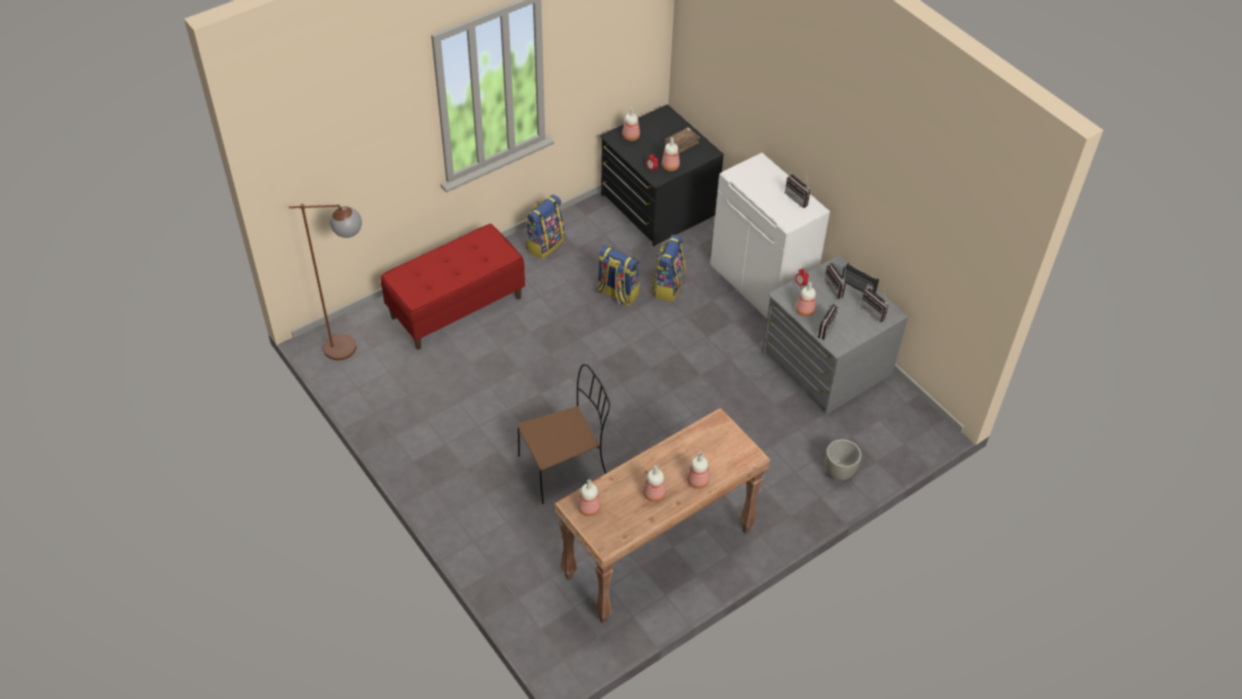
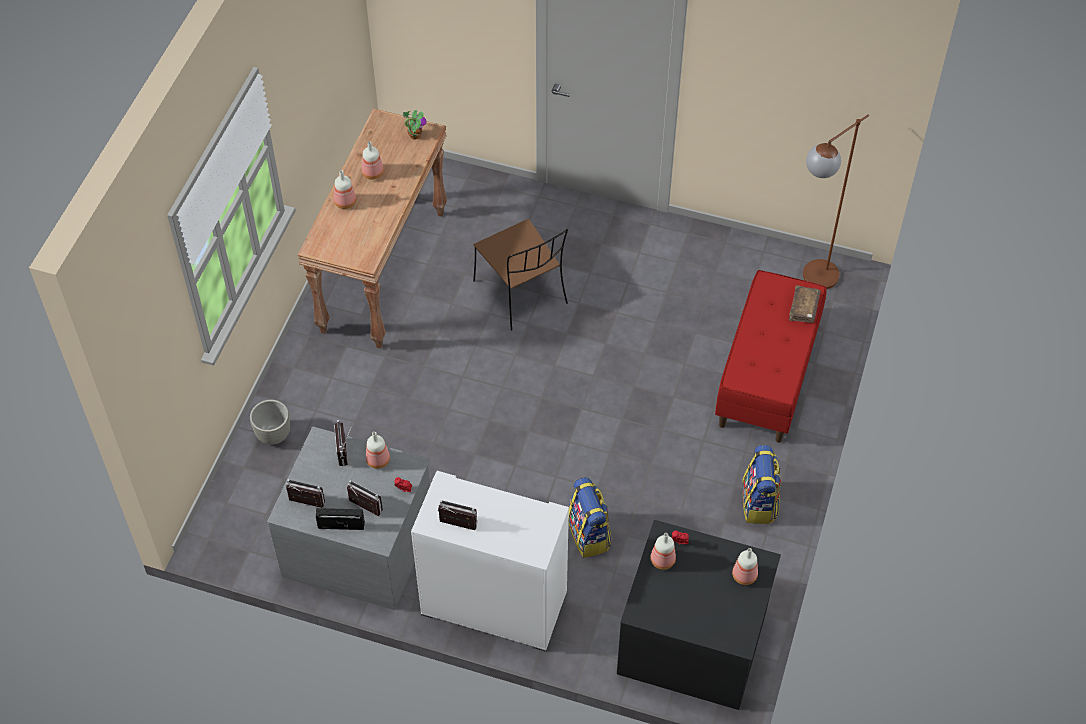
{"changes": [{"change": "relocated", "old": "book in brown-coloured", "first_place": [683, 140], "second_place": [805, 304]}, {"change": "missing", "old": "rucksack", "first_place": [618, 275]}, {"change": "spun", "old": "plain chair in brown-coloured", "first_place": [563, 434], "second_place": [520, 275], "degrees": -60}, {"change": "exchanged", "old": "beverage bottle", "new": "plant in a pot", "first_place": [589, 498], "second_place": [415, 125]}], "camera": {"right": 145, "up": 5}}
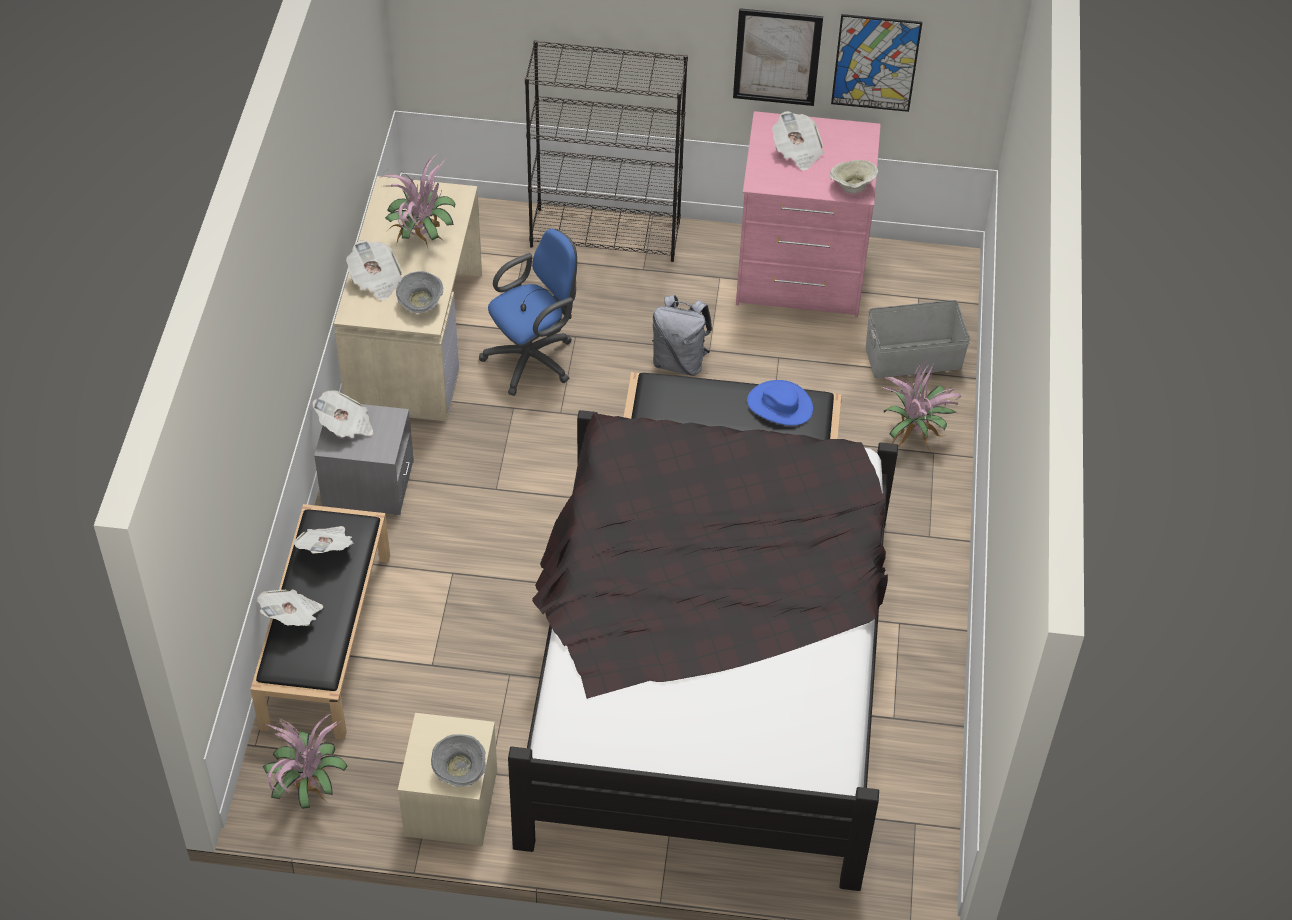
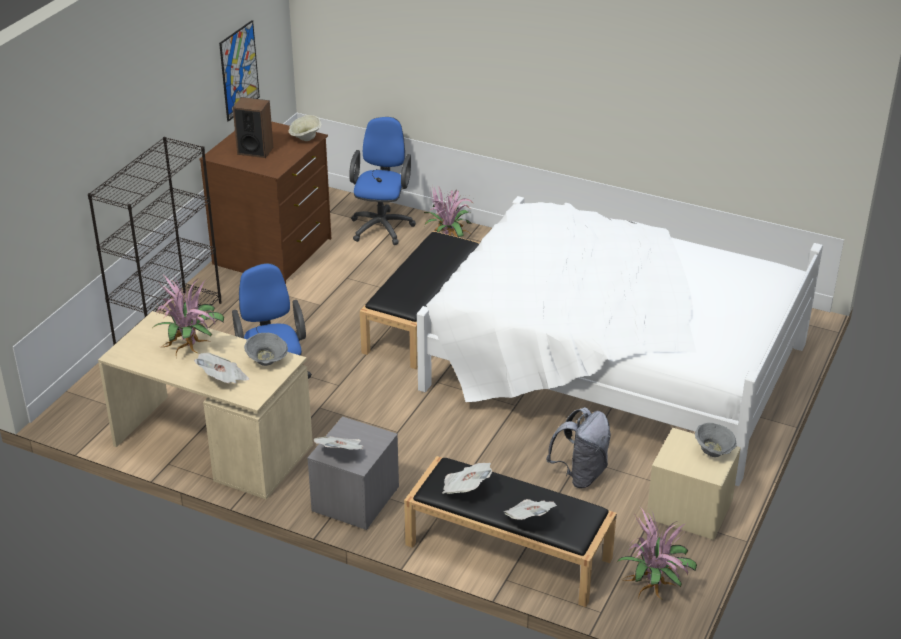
{"changes": [{"change": "missing", "old": "wall picture", "first_place": [778, 57]}, {"change": "colour", "old": "drawer chest in pink-coloured", "new": "drawer chest in brown-coloured", "first_place": [808, 214], "second_place": [265, 202]}, {"change": "exchanged", "old": "newspaper", "new": "audio speaker", "first_place": [798, 141], "second_place": [253, 127]}, {"change": "relocated", "old": "rucksack in gray", "first_place": [682, 335], "second_place": [578, 447]}, {"change": "exchanged", "old": "storage box in gray", "new": "office chair in blue", "first_place": [918, 339], "second_place": [382, 181]}, {"change": "missing", "old": "hat in blue", "first_place": [780, 403]}, {"change": "colour", "old": "bedroom bed in black-coloured", "new": "bedroom bed in whitish", "first_place": [703, 650], "second_place": [620, 341]}], "camera": {"right": -70, "up": -15}}
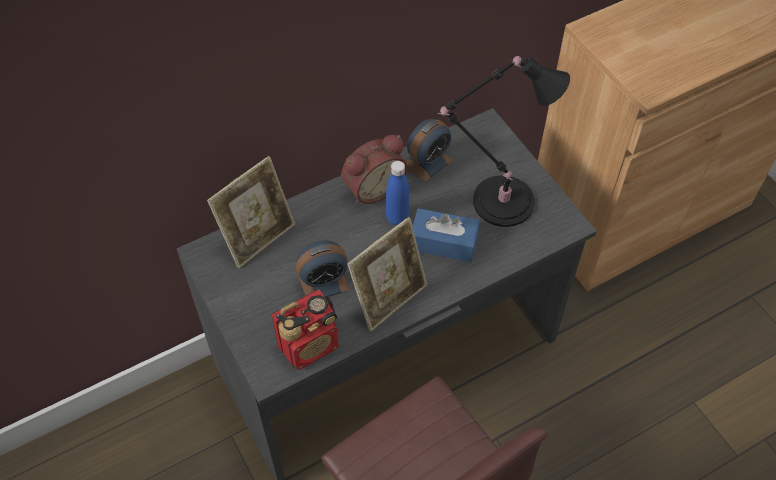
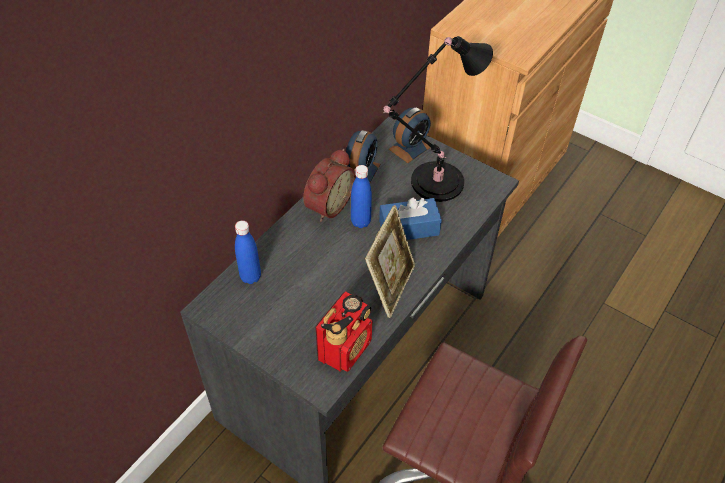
{"changes": [{"change": "exchanged", "old": "standing frame", "new": "beverage bottle in blue", "first_place": [251, 212], "second_place": [248, 252]}, {"change": "relocated", "old": "table clock", "first_place": [322, 269], "second_place": [410, 135]}], "camera": {"right": -25, "up": -5}}
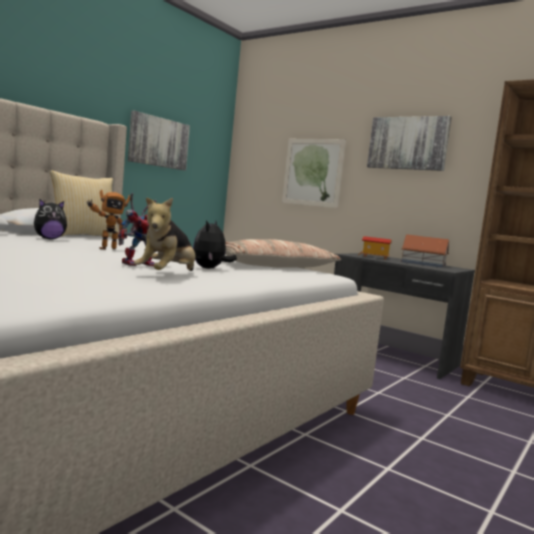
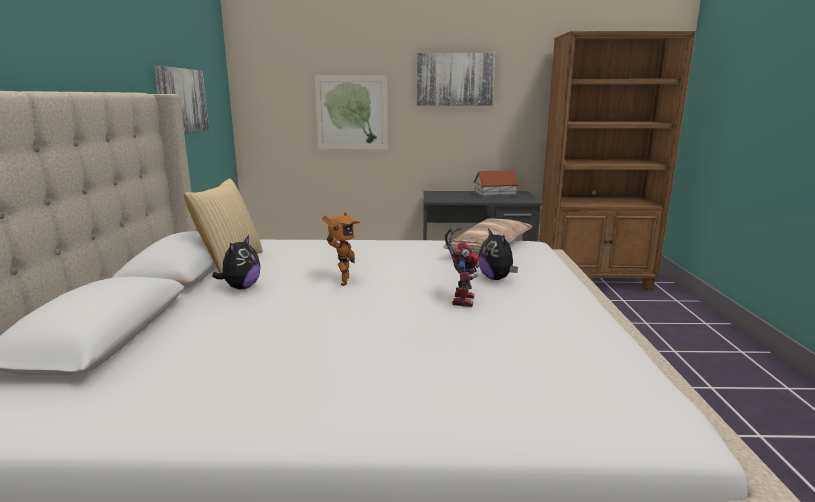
{"changes": [{"change": "missing", "old": "plush toy", "first_place": [165, 234]}, {"change": "missing", "old": "toy house", "first_place": [375, 248]}], "camera": {"right": -35, "up": 10}}
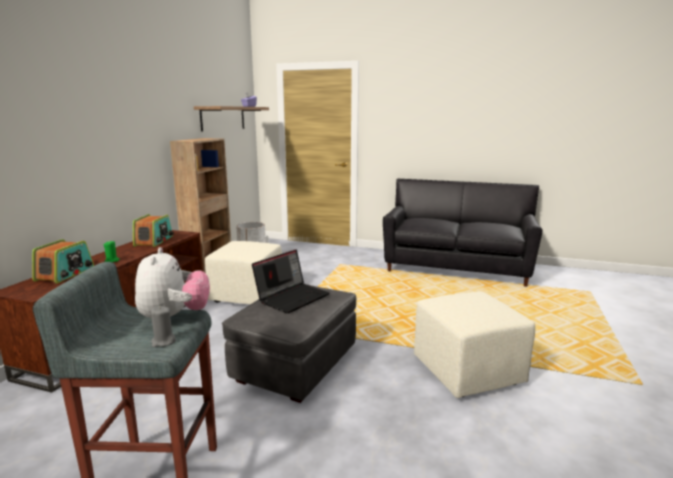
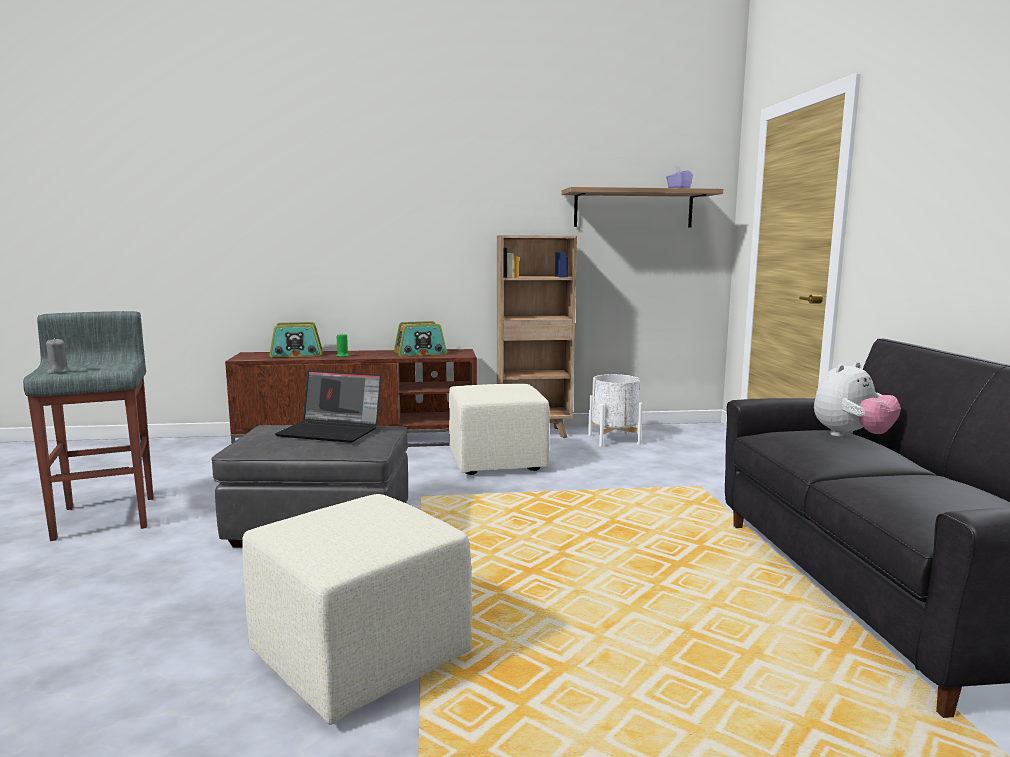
{"changes": [{"change": "relocated", "old": "plush toy", "first_place": [172, 283], "second_place": [857, 399]}], "camera": {"right": 65, "up": -5}}
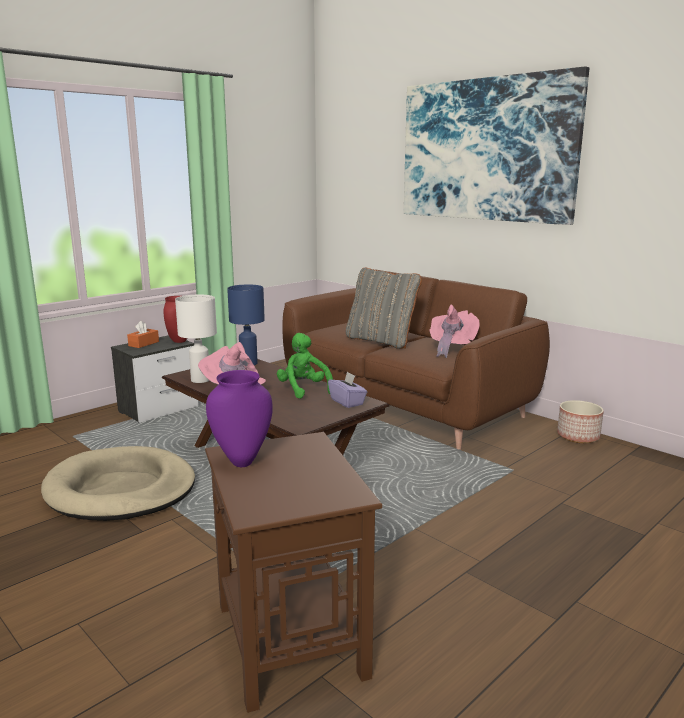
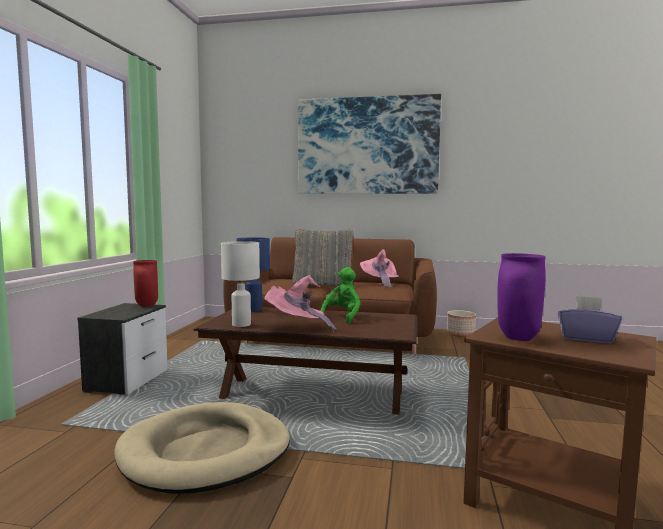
{"changes": [{"change": "missing", "old": "tissue box in orangey", "first_place": [143, 334]}, {"change": "spun", "old": "plush toy in green-coloured", "first_place": [305, 366], "second_place": [340, 295], "degrees": 90}, {"change": "relocated", "old": "tissue box in purplish", "first_place": [347, 389], "second_place": [589, 319]}], "camera": {"right": -35, "up": -10}}
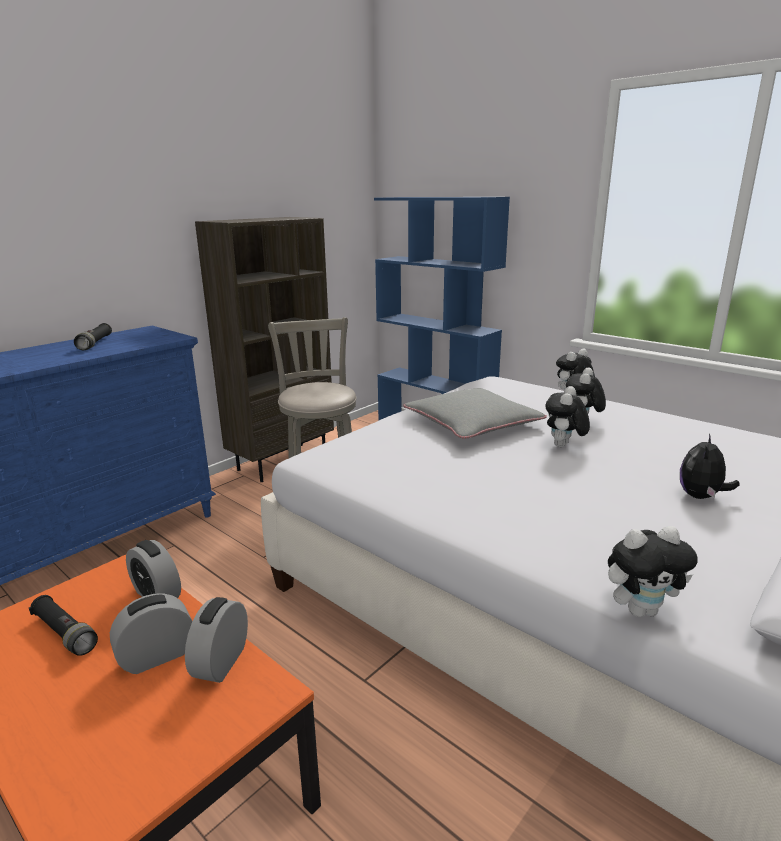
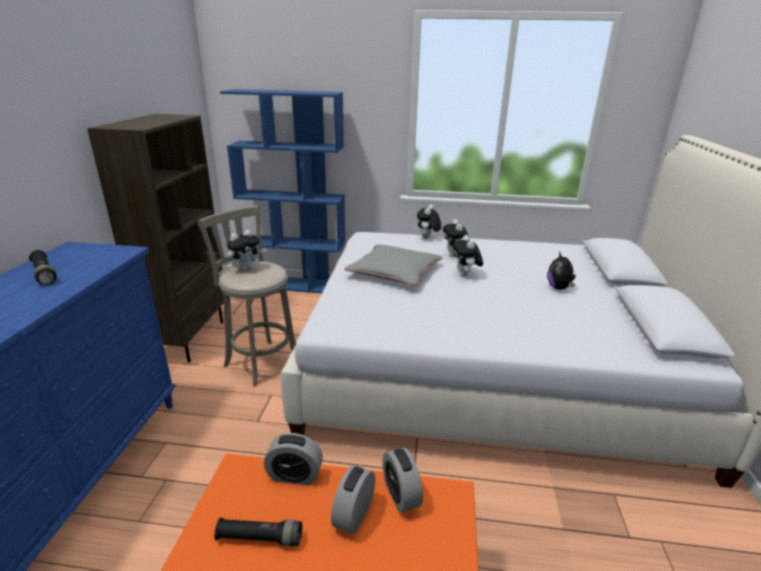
{"changes": [{"change": "relocated", "old": "plush toy", "first_place": [653, 571], "second_place": [244, 250]}], "camera": {"right": -35, "up": 5}}
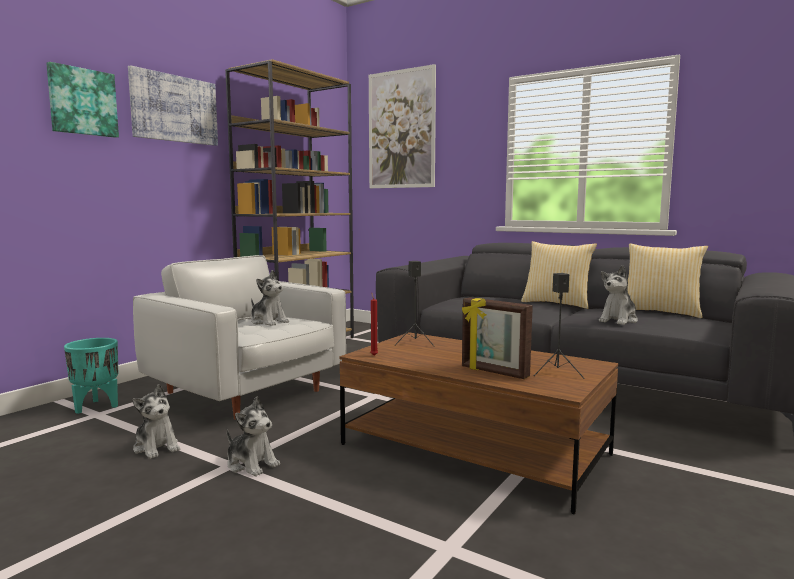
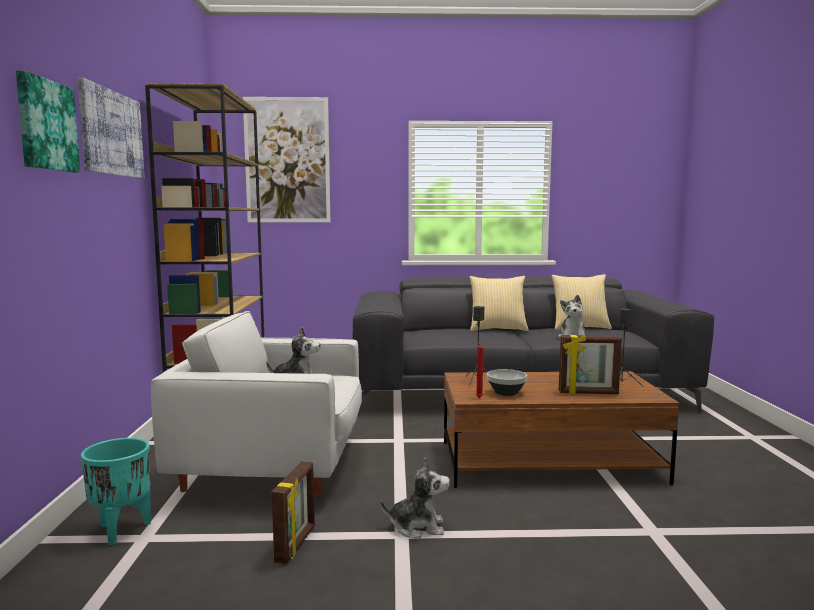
{"changes": [{"change": "exchanged", "old": "plush toy", "new": "standing frame", "first_place": [156, 421], "second_place": [293, 512]}, {"change": "appeared", "new": "bowl", "second_place": [507, 382]}], "camera": {"right": -35, "up": 0}}
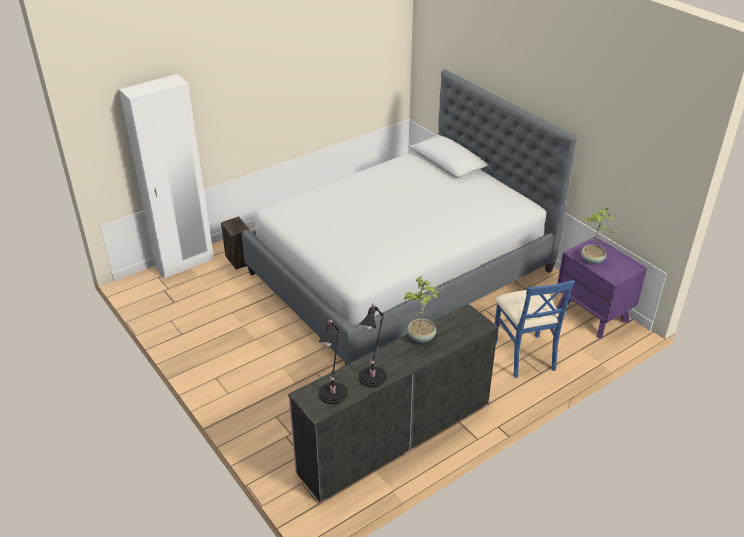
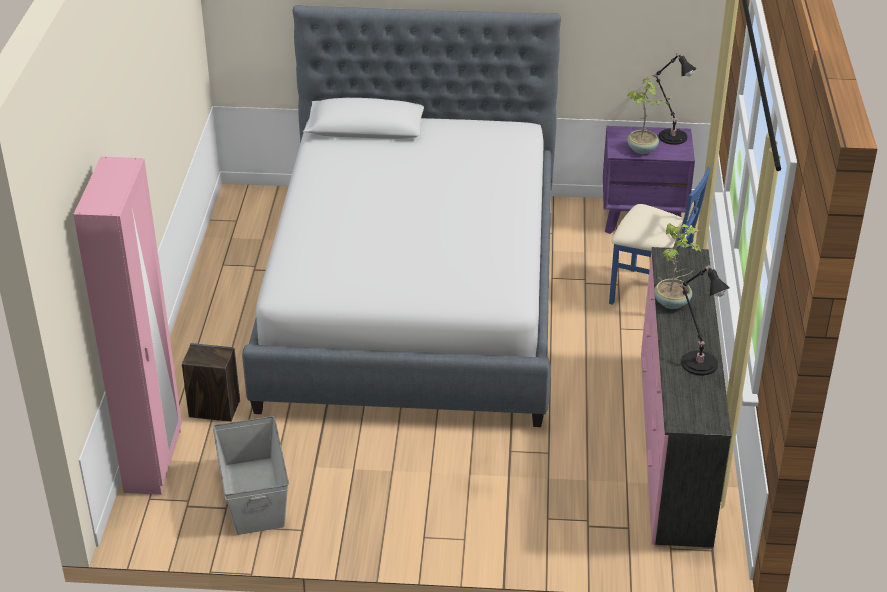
{"changes": [{"change": "colour", "old": "clothes cupboard in whitish", "new": "clothes cupboard in pink-coloured", "first_place": [166, 176], "second_place": [127, 326]}, {"change": "relocated", "old": "lamp for a table in black-coloured", "first_place": [333, 362], "second_place": [675, 99]}, {"change": "appeared", "new": "storage box in gray", "second_place": [251, 475]}], "camera": {"right": -50, "up": 0}}
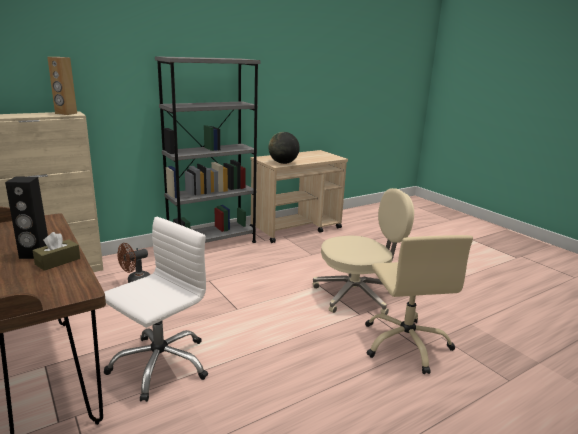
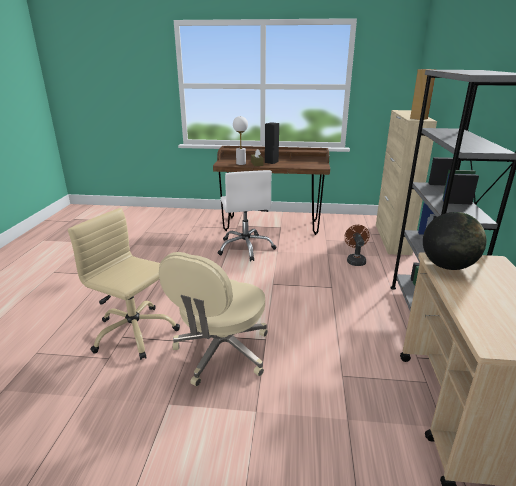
{"changes": [{"change": "appeared", "new": "lamp for a table in whitish", "second_place": [240, 140]}], "camera": {"right": 130, "up": 5}}
